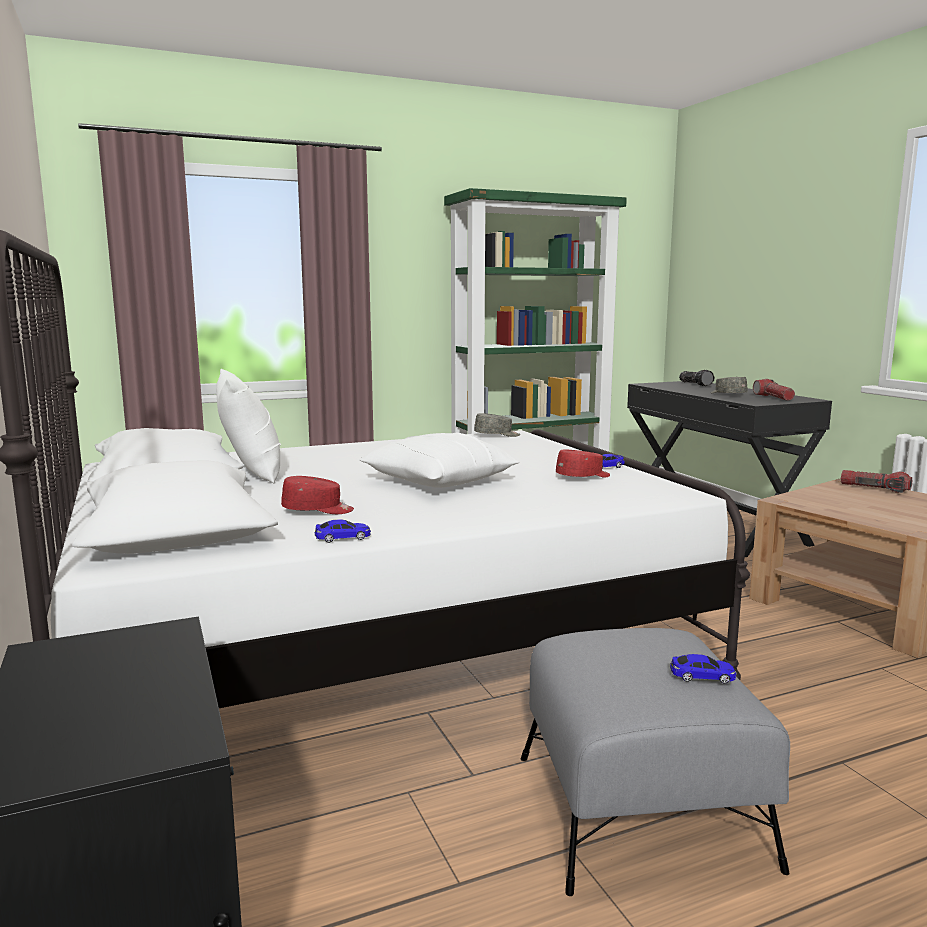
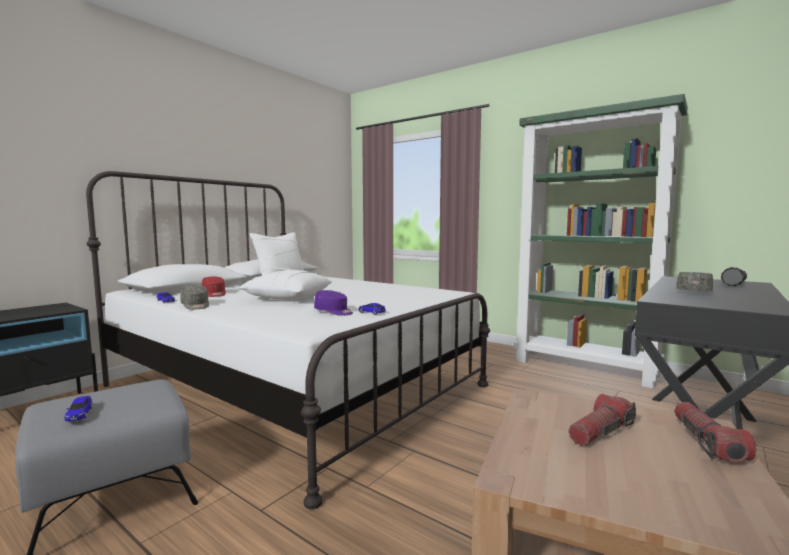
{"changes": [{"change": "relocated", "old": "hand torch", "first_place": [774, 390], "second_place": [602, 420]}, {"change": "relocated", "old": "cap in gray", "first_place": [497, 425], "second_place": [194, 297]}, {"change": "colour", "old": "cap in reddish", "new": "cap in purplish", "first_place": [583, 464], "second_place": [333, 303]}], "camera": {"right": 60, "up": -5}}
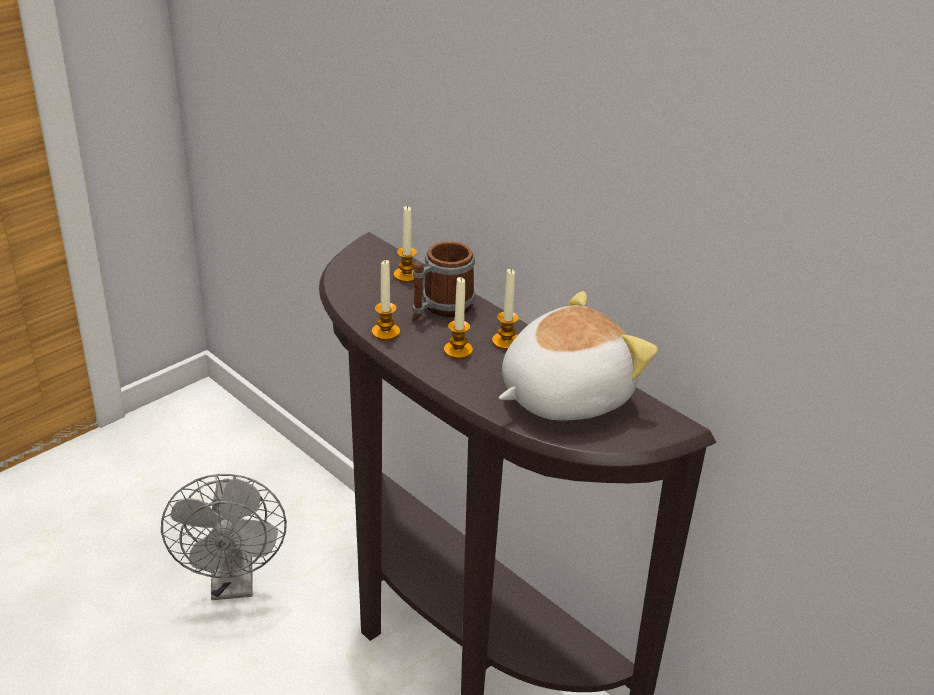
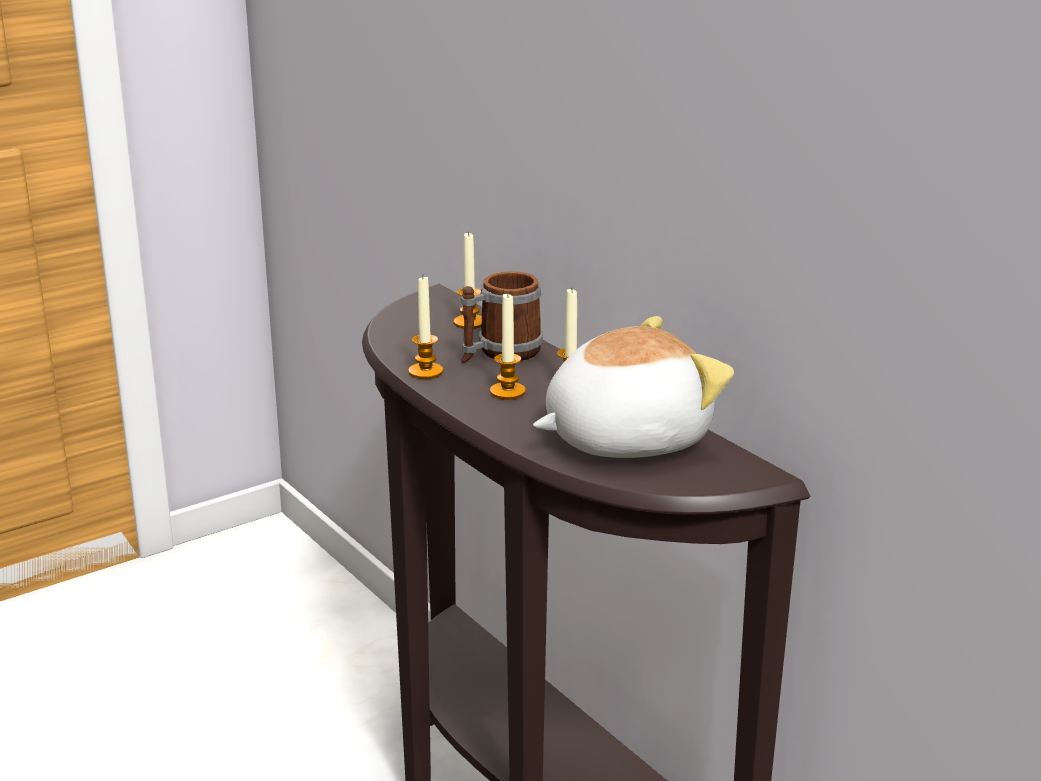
{"changes": [{"change": "missing", "old": "fan in gray", "first_place": [224, 537]}], "camera": {"right": 10, "up": -10}}
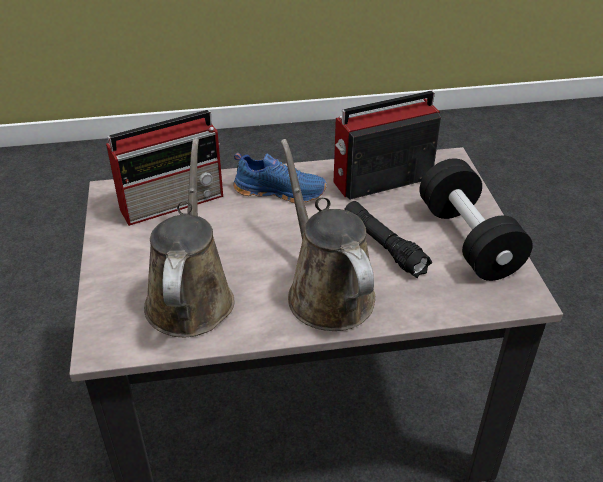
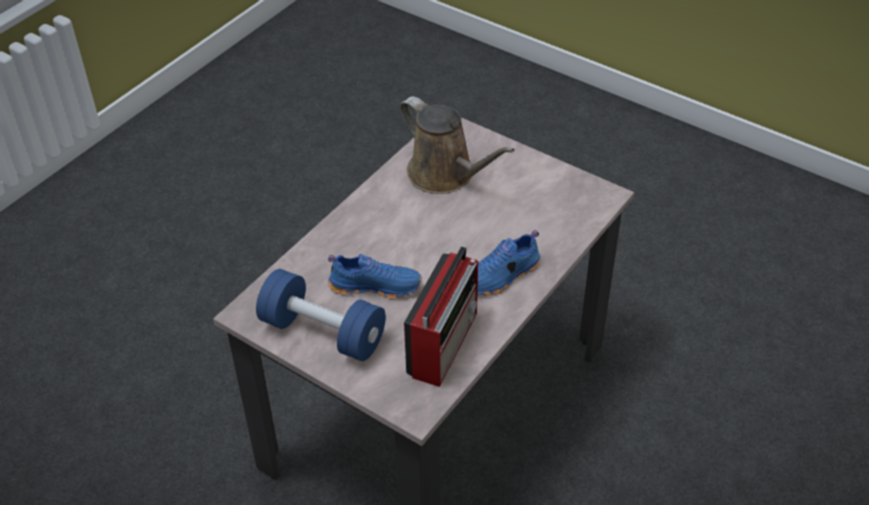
{"changes": [{"change": "missing", "old": "radio receiver", "first_place": [164, 168]}, {"change": "missing", "old": "watering pot in brown-coloured", "first_place": [328, 235]}, {"change": "colour", "old": "hand weight in black-coloured", "new": "hand weight in blue", "first_place": [476, 219], "second_place": [321, 315]}, {"change": "exchanged", "old": "hand torch in black-coloured", "new": "item of footwear in blue", "first_place": [388, 239], "second_place": [375, 276]}], "camera": {"right": 135, "up": 5}}
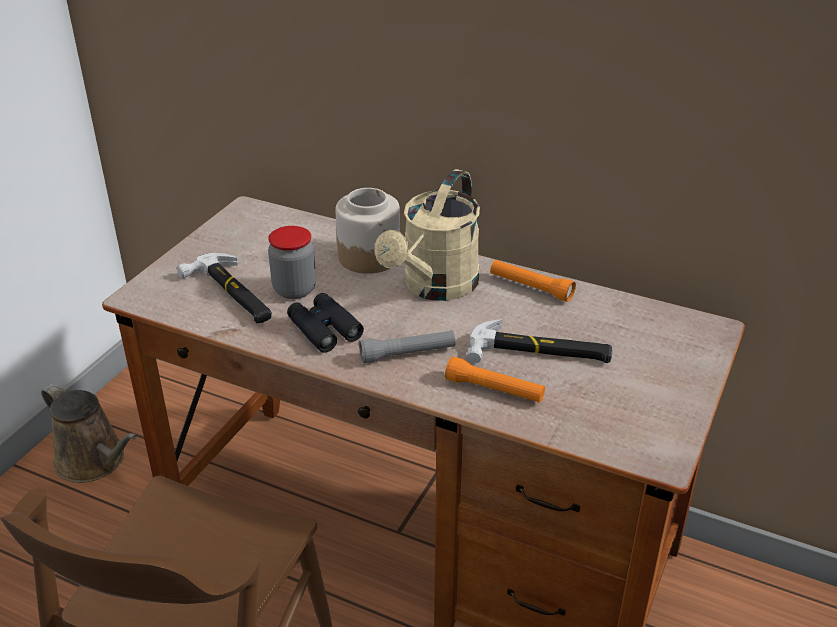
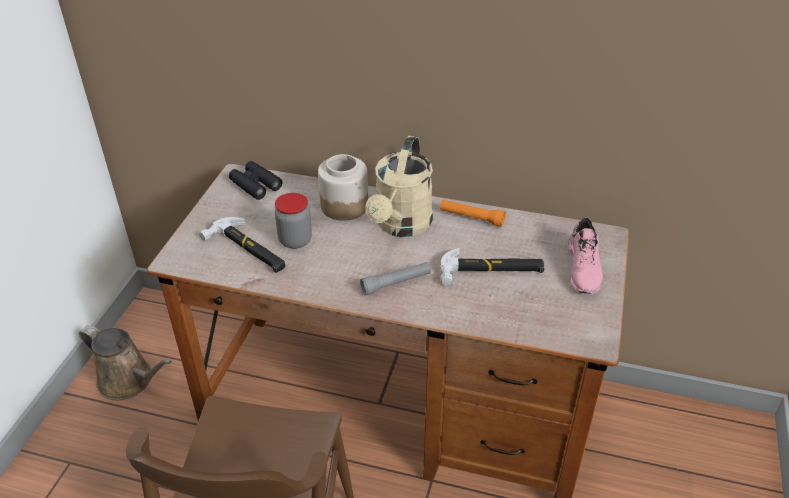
{"changes": [{"change": "relocated", "old": "field glasses in black-coloured", "first_place": [325, 323], "second_place": [255, 180]}, {"change": "missing", "old": "hand torch in orangey", "first_place": [495, 379]}, {"change": "appeared", "new": "item of footwear in pink-coloured", "second_place": [585, 255]}], "camera": {"right": -10, "up": 5}}
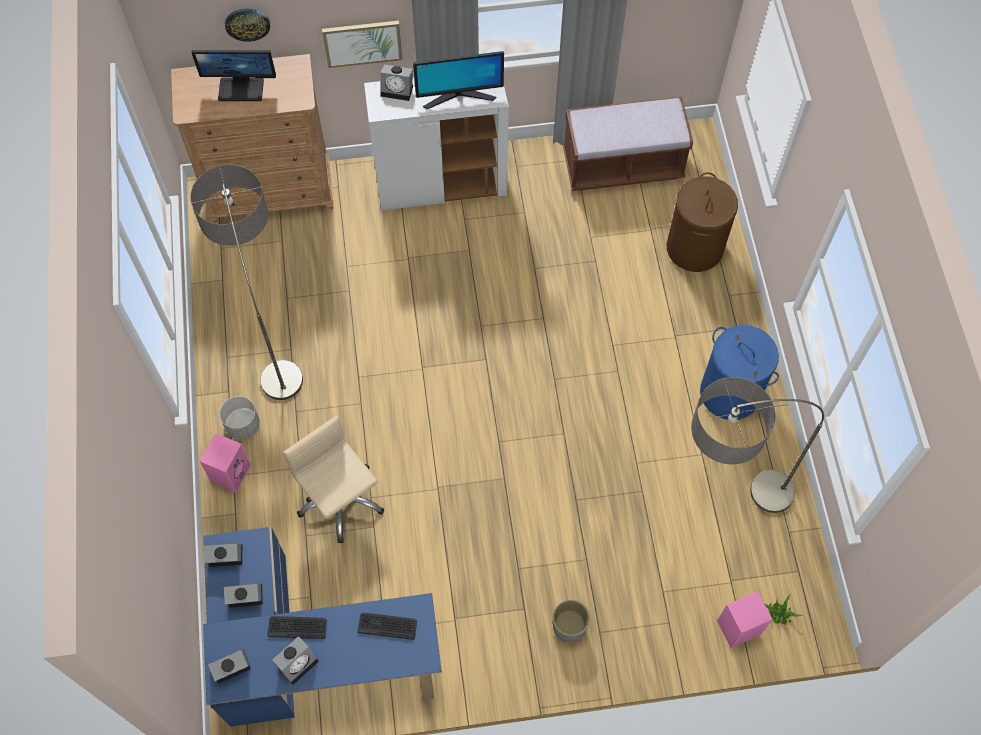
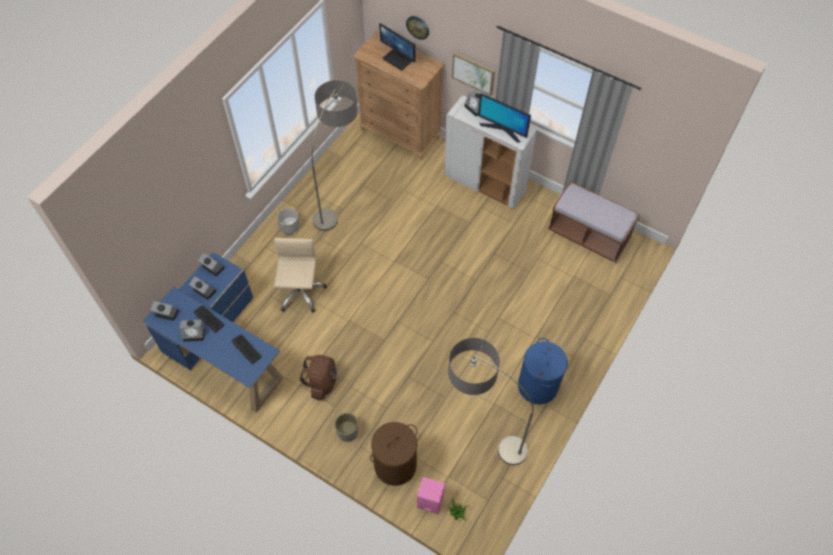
{"changes": [{"change": "relocated", "old": "laundry basket in brown-coloured", "first_place": [702, 222], "second_place": [393, 454]}, {"change": "missing", "old": "audio speaker in pink-coloured", "first_place": [225, 463]}, {"change": "appeared", "new": "rucksack in brown-coloured", "second_place": [319, 377]}], "camera": {"right": 40, "up": -5}}
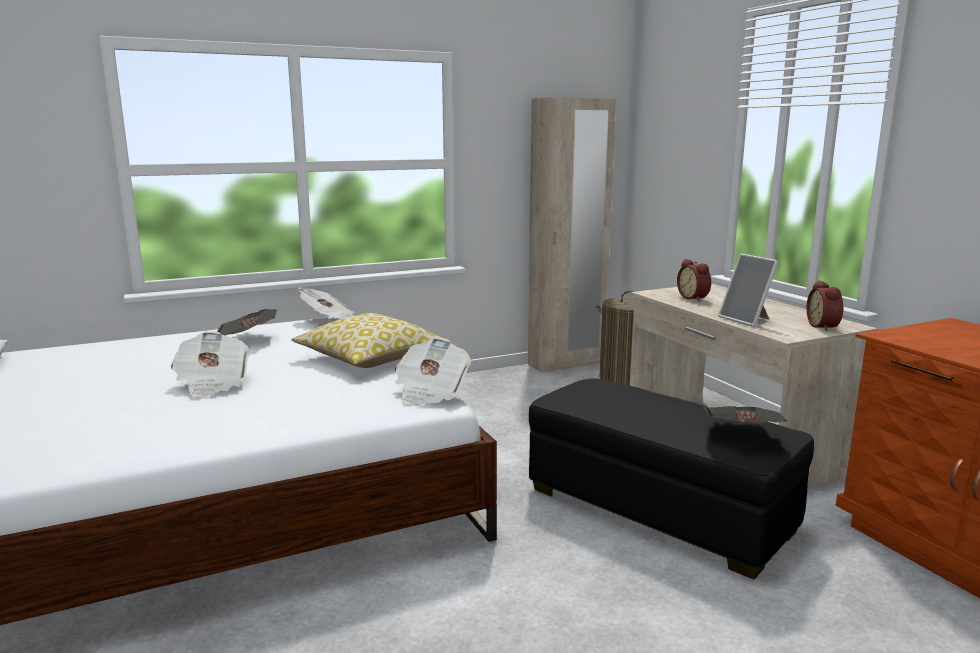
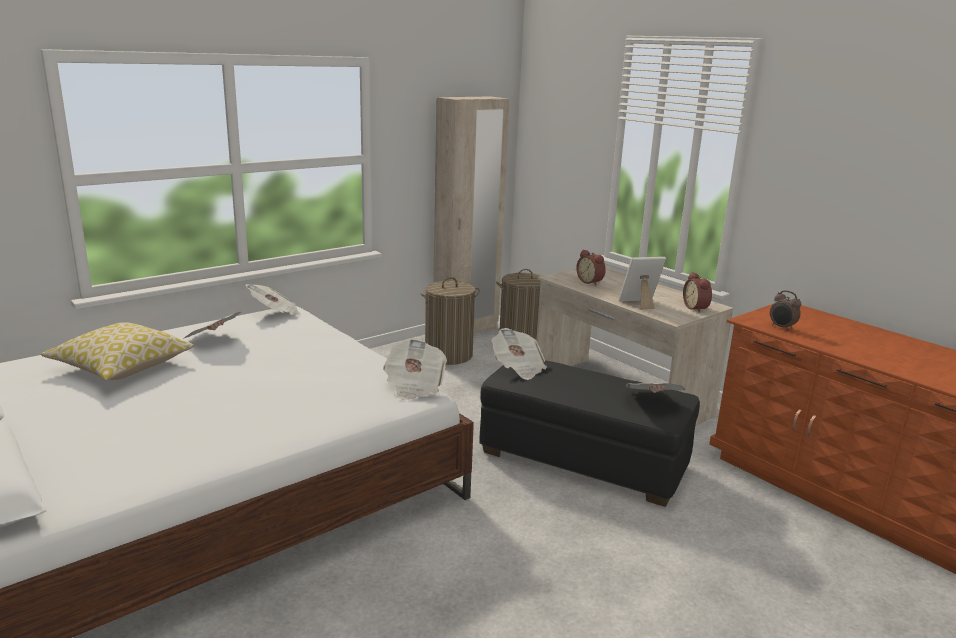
{"changes": [{"change": "spun", "old": "standing frame", "first_place": [748, 290], "second_place": [642, 283], "degrees": 120}, {"change": "relocated", "old": "throw pillow", "first_place": [366, 340], "second_place": [117, 351]}, {"change": "relocated", "old": "newspaper", "first_place": [210, 364], "second_place": [519, 354]}, {"change": "appeared", "new": "laundry basket", "second_place": [450, 321]}, {"change": "appeared", "new": "table clock", "second_place": [785, 310]}], "camera": {"right": -15, "up": 5}}
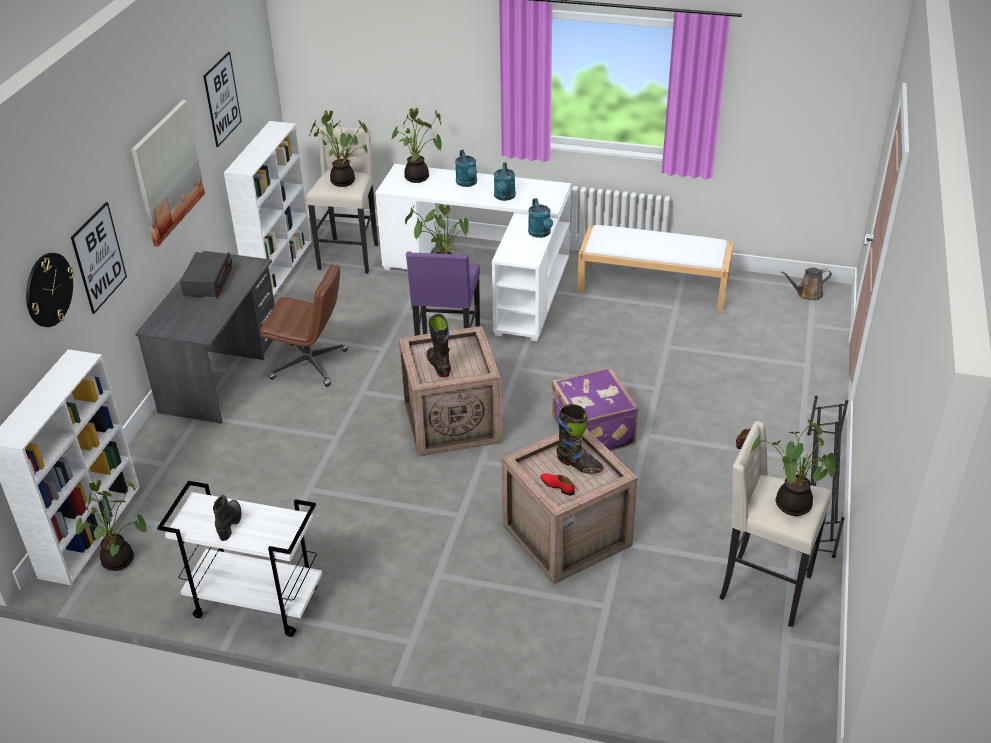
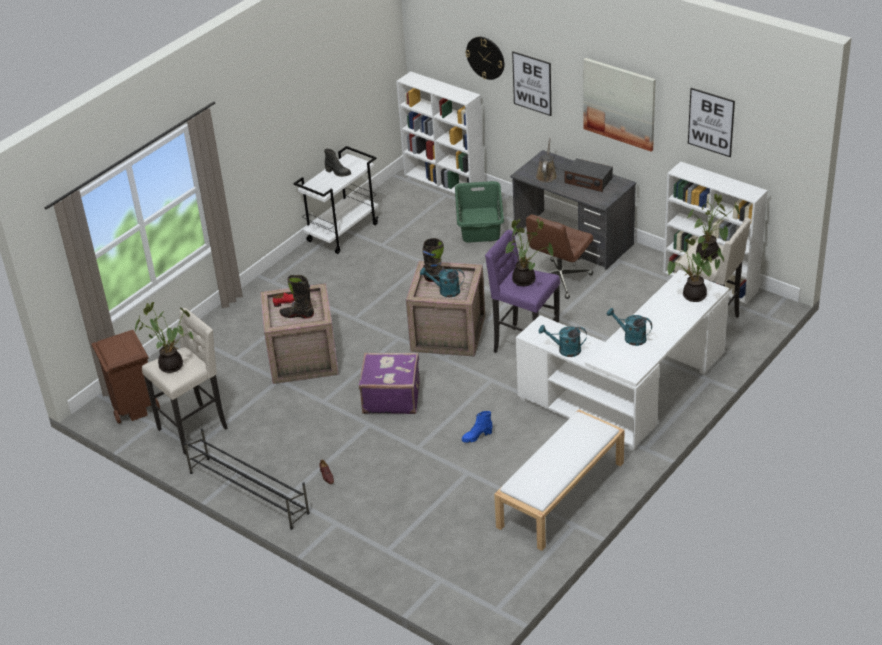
{"changes": [{"change": "relocated", "old": "watering pot in turquoise-coloured", "first_place": [466, 168], "second_place": [442, 282]}, {"change": "relocated", "old": "watering pot in brown-coloured", "first_place": [806, 283], "second_place": [546, 160]}, {"change": "spun", "old": "high-top boot in black-coloured", "first_place": [579, 439], "second_place": [296, 297], "degrees": 45}, {"change": "missing", "old": "plant in a pot", "first_place": [111, 524]}, {"change": "appeared", "new": "laundry basket in green-coloured", "second_place": [479, 212]}, {"change": "appeared", "new": "waste bin in brown-coloured", "second_place": [125, 377]}, {"change": "appeared", "new": "high-top boot in blue", "second_place": [477, 427]}], "camera": {"right": 115, "up": 0}}
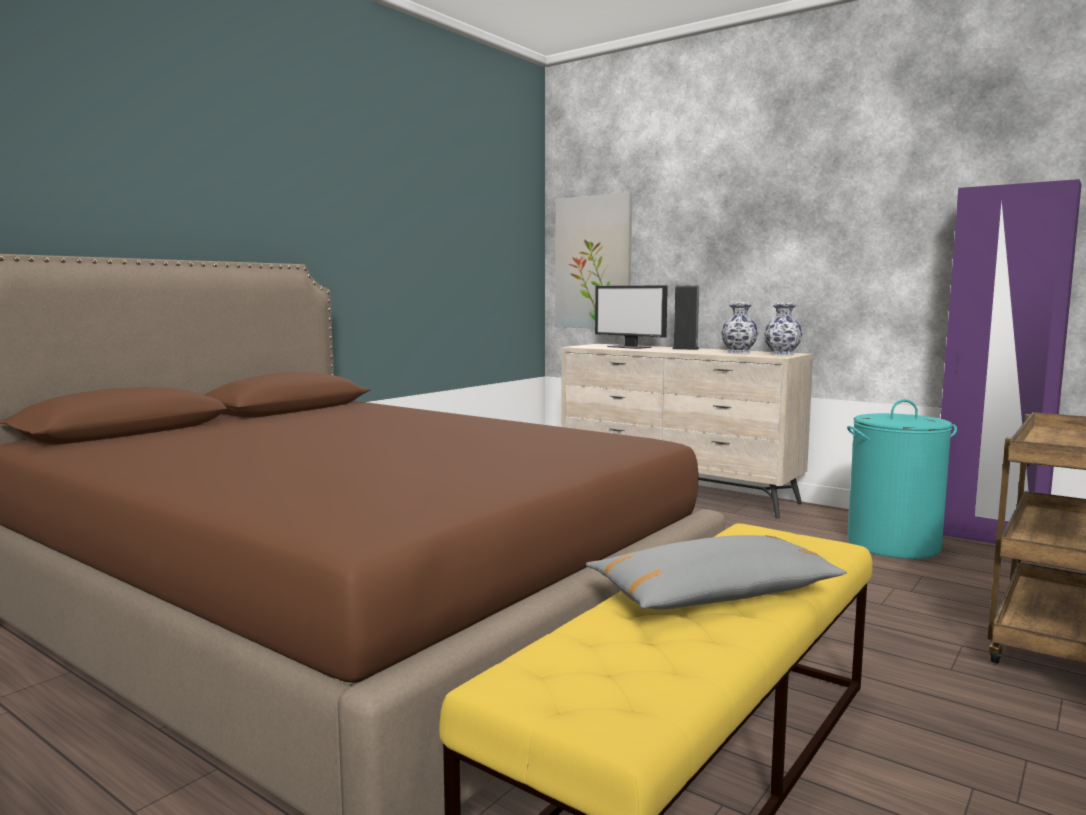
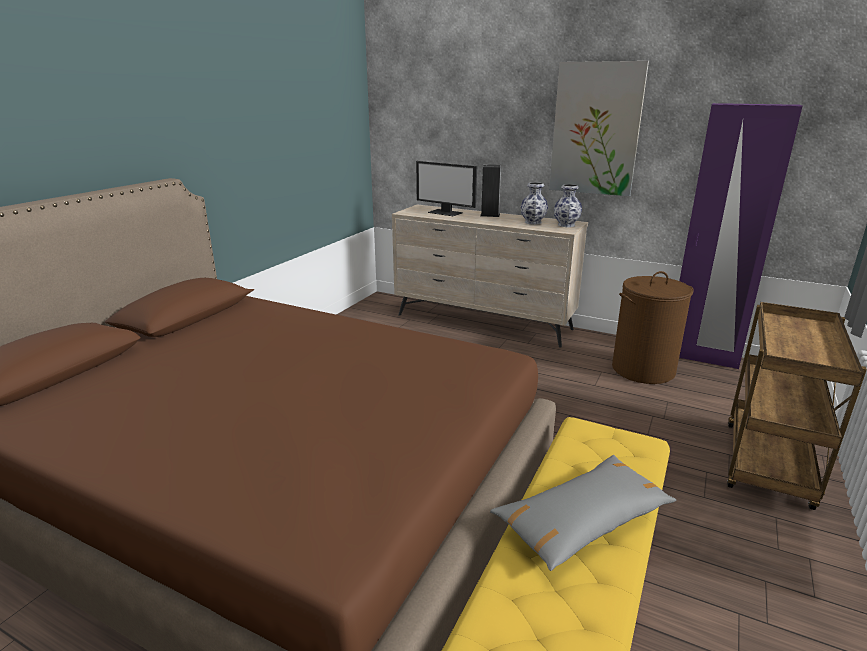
{"changes": [{"change": "relocated", "old": "wall picture", "first_place": [593, 260], "second_place": [599, 128]}, {"change": "colour", "old": "laundry basket in turquoise-coloured", "new": "laundry basket in brown-coloured", "first_place": [902, 479], "second_place": [653, 327]}], "camera": {"right": -10, "up": 15}}
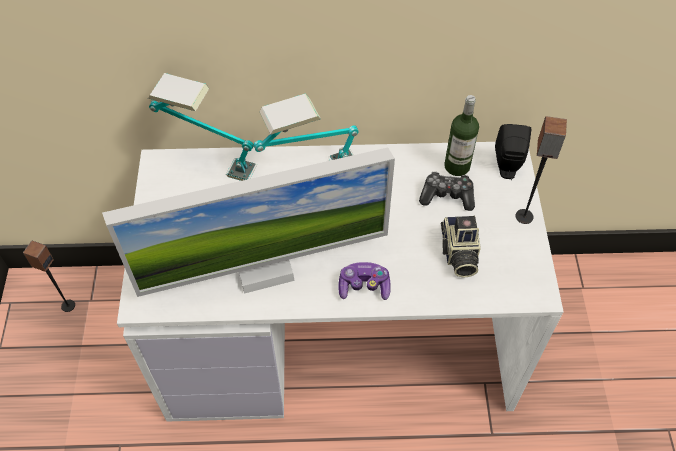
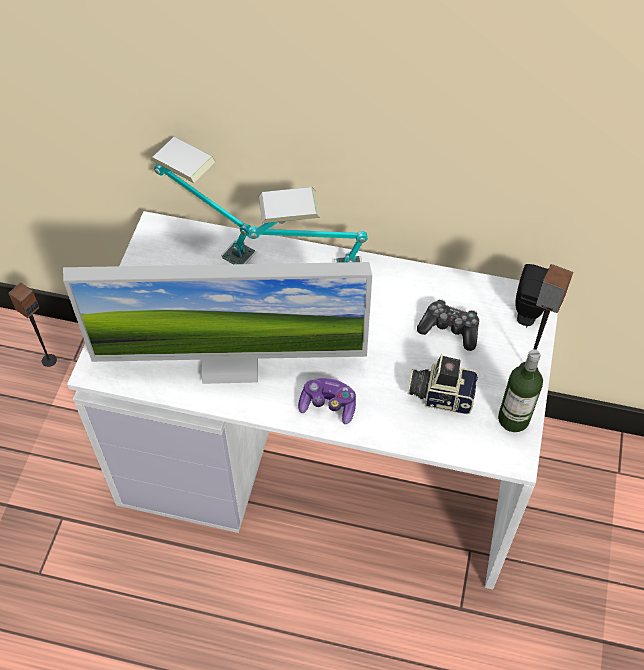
{"changes": [{"change": "relocated", "old": "beverage bottle", "first_place": [461, 135], "second_place": [520, 390]}, {"change": "spun", "old": "still camera", "first_place": [461, 247], "second_place": [443, 384], "degrees": 90}], "camera": {"right": 15, "up": 0}}
